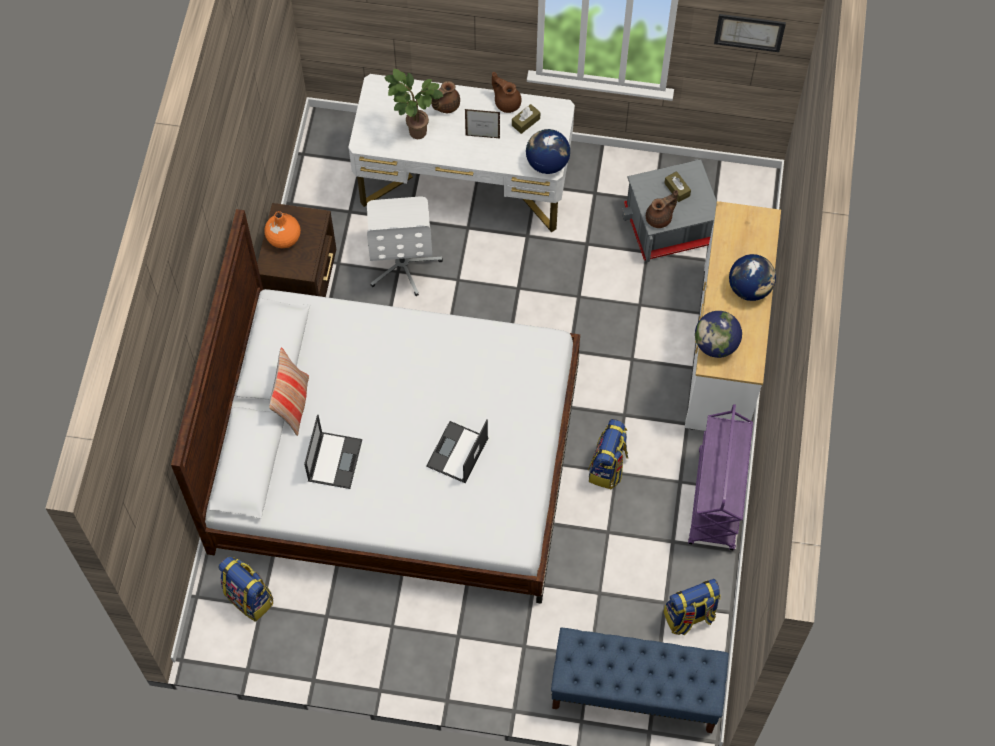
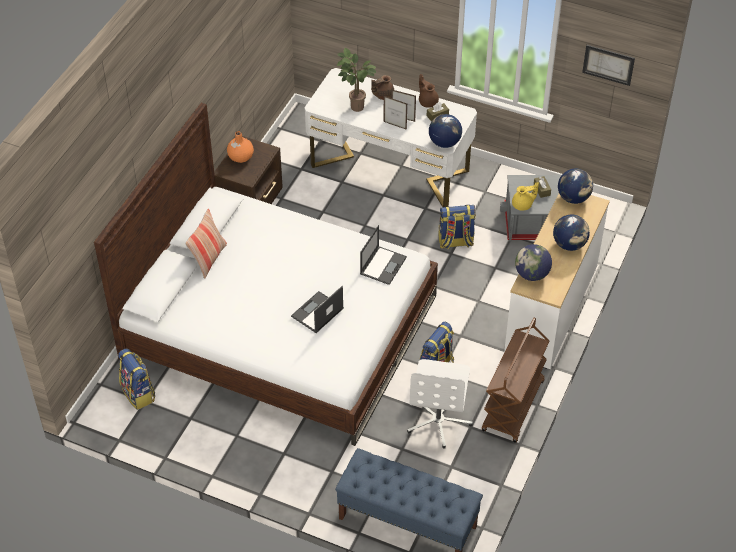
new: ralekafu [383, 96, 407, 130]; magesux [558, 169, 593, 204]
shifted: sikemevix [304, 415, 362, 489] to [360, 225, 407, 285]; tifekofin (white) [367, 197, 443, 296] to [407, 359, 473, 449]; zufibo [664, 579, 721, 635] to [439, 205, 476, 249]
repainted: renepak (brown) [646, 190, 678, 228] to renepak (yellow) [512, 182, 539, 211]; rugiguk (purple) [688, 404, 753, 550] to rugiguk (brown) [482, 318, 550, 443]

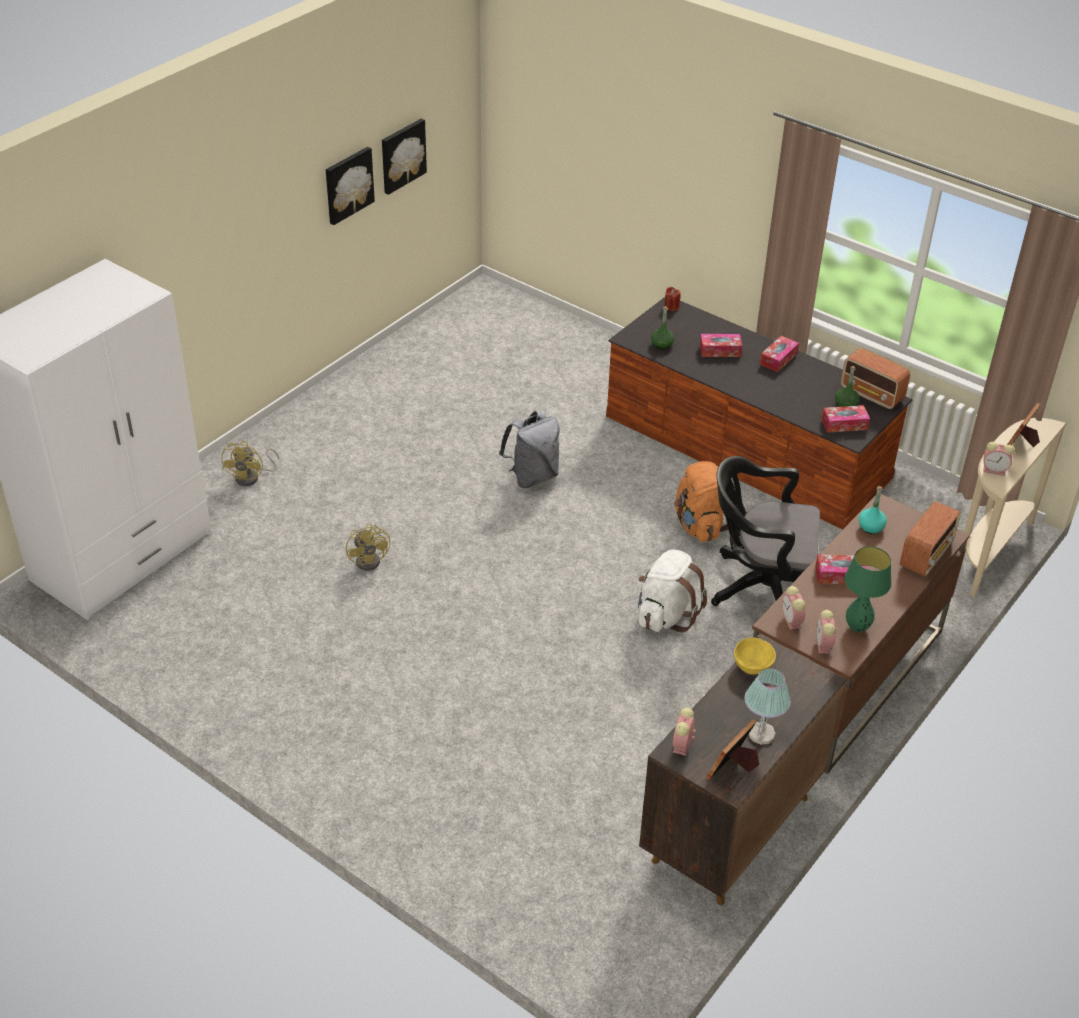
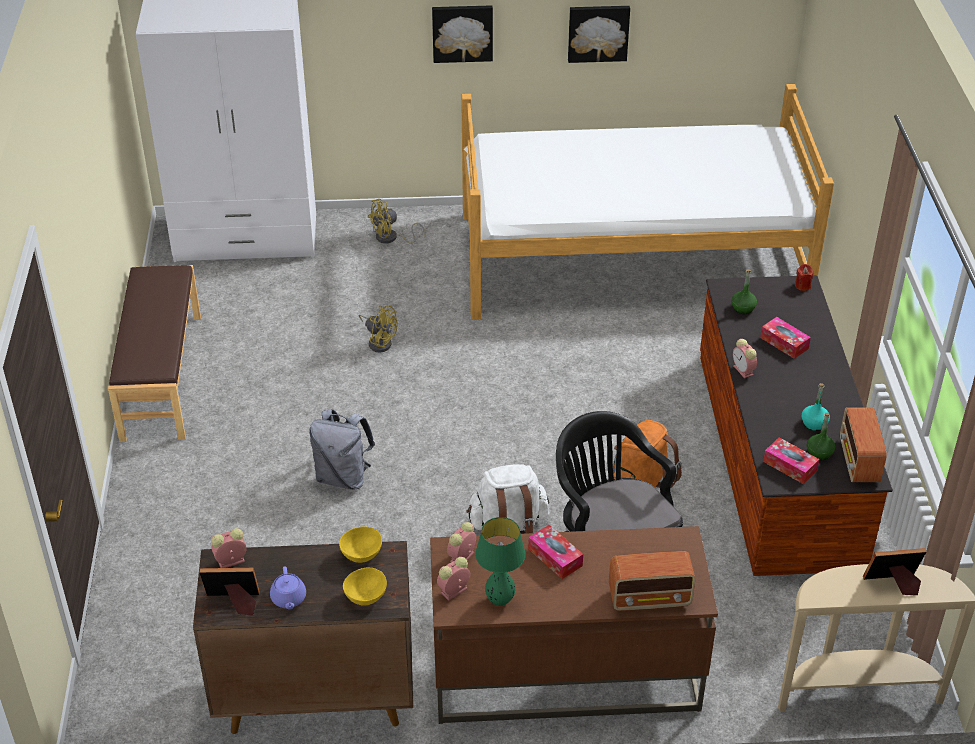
gone: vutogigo [760, 336, 799, 372]
new: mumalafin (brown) [108, 265, 201, 442]; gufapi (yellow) [343, 568, 387, 606]; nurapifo [461, 84, 834, 320]
shifted: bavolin [382, 119, 427, 195] to [432, 5, 493, 63]; zufibo (grey) [499, 411, 559, 488] to [309, 409, 375, 489]; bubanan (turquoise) [859, 486, 887, 534] to [802, 383, 830, 431]; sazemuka [983, 442, 1015, 476] to [733, 339, 757, 378]
swapped: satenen [745, 668, 791, 745] to renepak (purple) [270, 566, 306, 609]
rotated: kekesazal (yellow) [346, 523, 390, 571] = [358, 305, 398, 352] 90 degrees counterclockwise

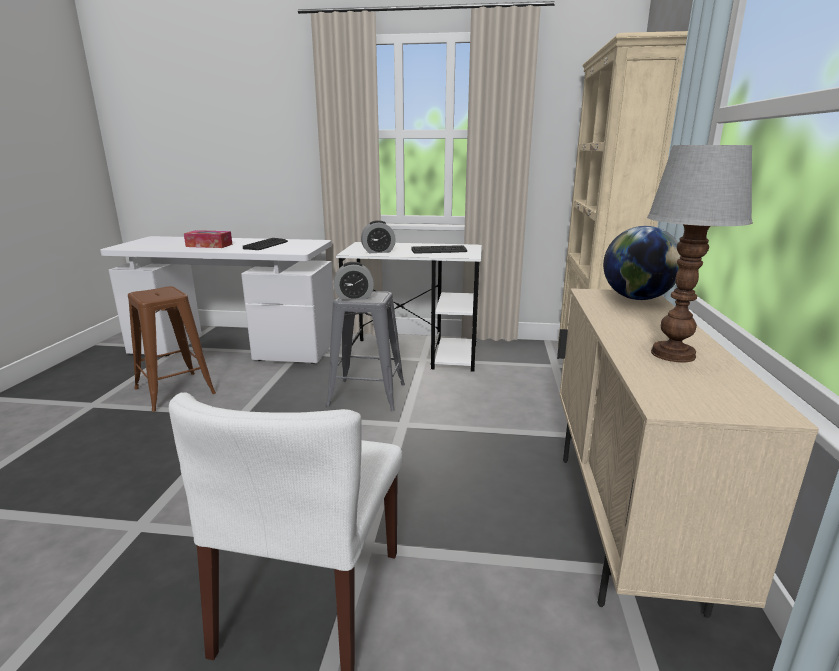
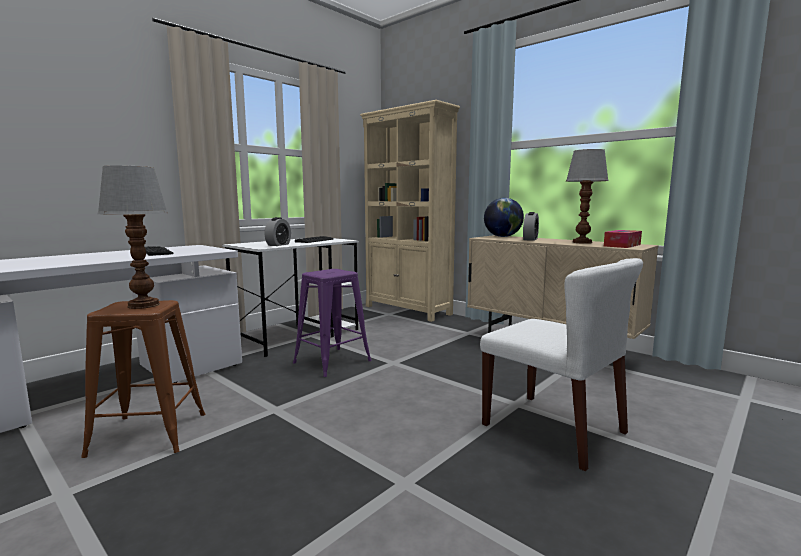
new: satenen [97, 165, 168, 309]
shifted: vutogigo [184, 230, 233, 248] to [604, 230, 642, 248]; sazemuka [334, 262, 374, 300] to [523, 212, 539, 241]
repainted: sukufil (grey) [326, 291, 405, 411] to sukufil (purple) [293, 269, 372, 377]

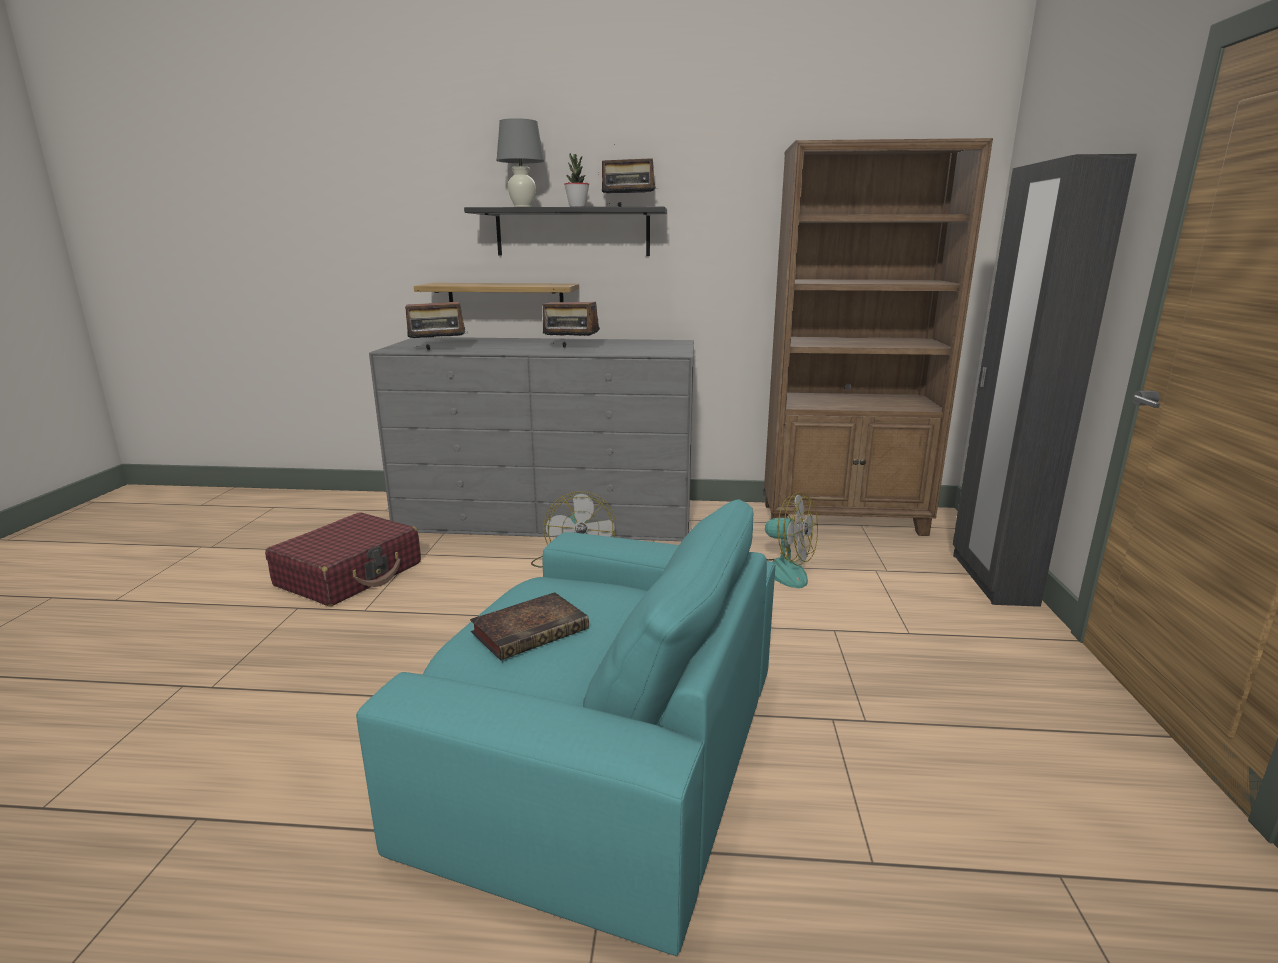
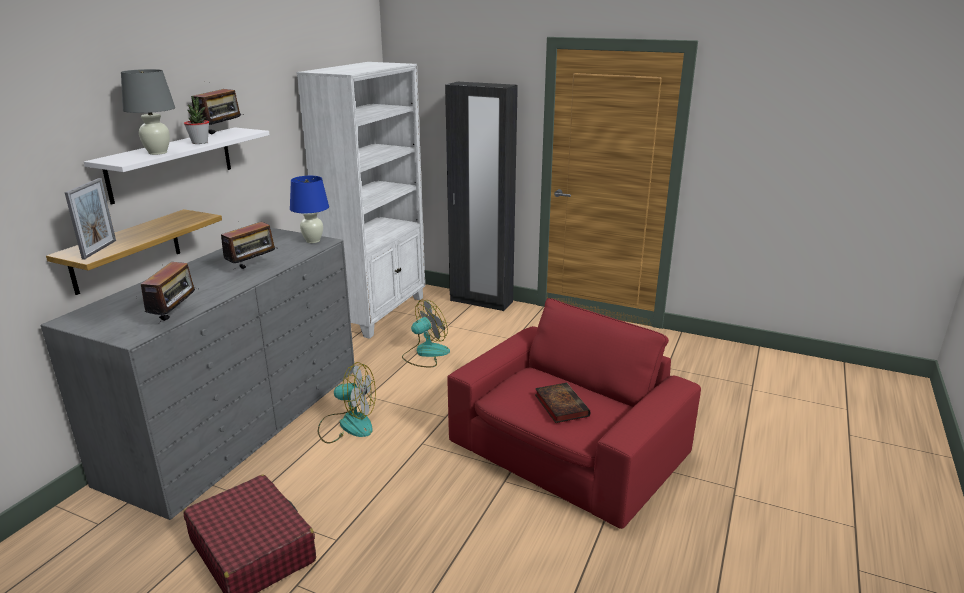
new: ralekafu [65, 178, 116, 259]; satenen (blue) [290, 176, 329, 243]
repainted: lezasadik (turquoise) [356, 499, 775, 956] to lezasadik (red) [447, 298, 701, 529]; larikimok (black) [464, 207, 667, 256] to larikimok (white) [84, 128, 270, 204]; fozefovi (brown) [764, 138, 993, 536] to fozefovi (white) [296, 62, 425, 339]

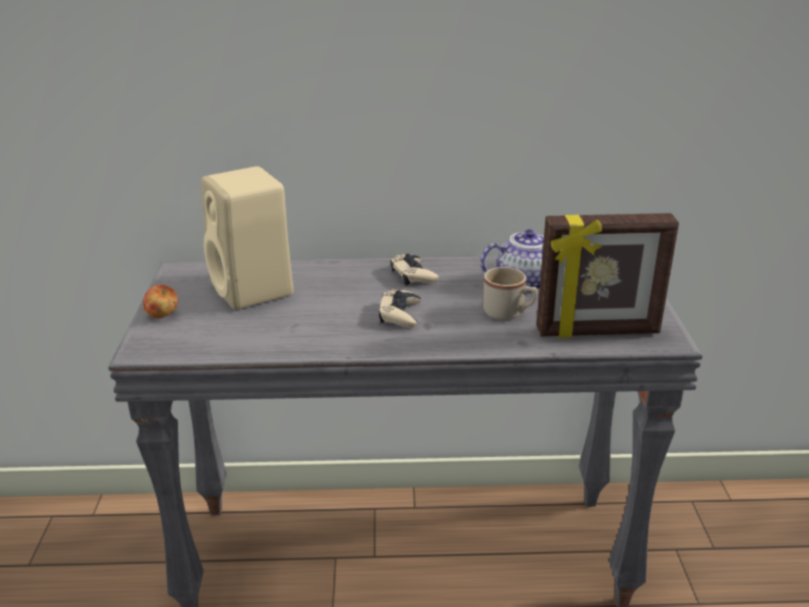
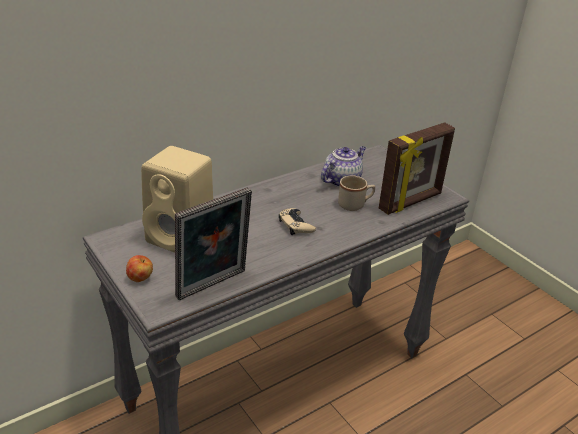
gone: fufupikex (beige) [391, 253, 439, 285]
new: ralekafu [175, 187, 252, 300]

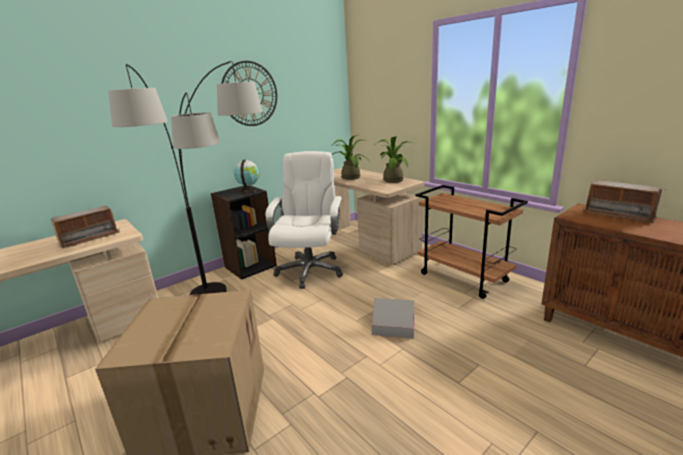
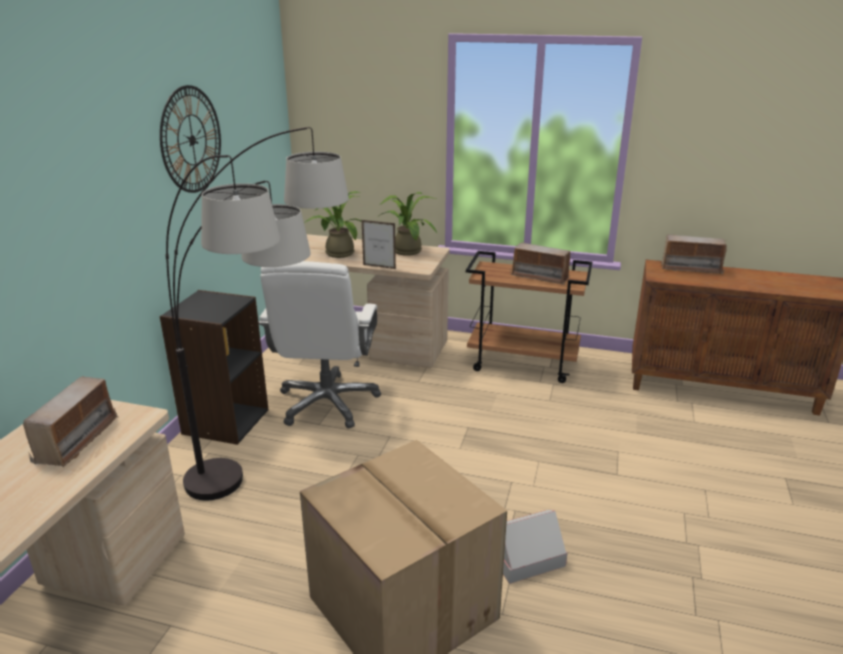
gone: magesux [234, 160, 260, 193]
new: ralekafu [362, 220, 396, 269]; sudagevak [510, 242, 573, 285]
shifted: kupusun [372, 298, 415, 339] to [503, 510, 567, 584]
rotated: tifekofin (white) [265, 151, 343, 289] = [258, 261, 381, 428] 150 degrees counterclockwise

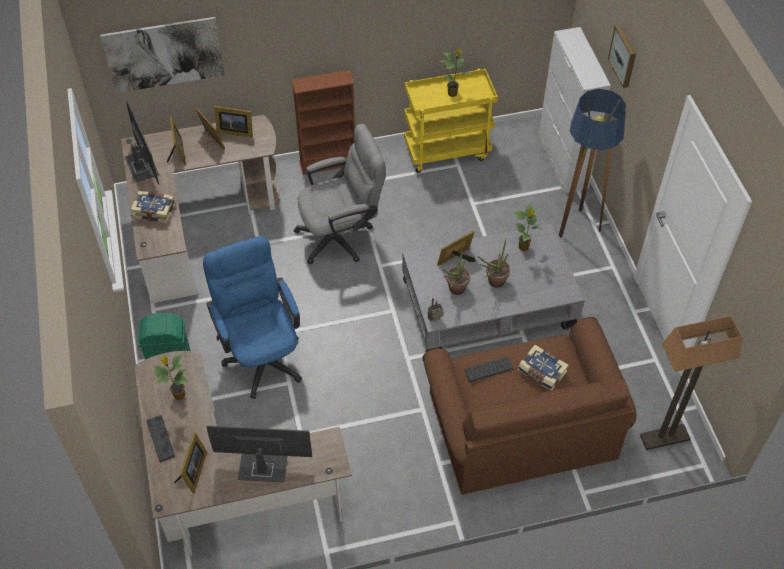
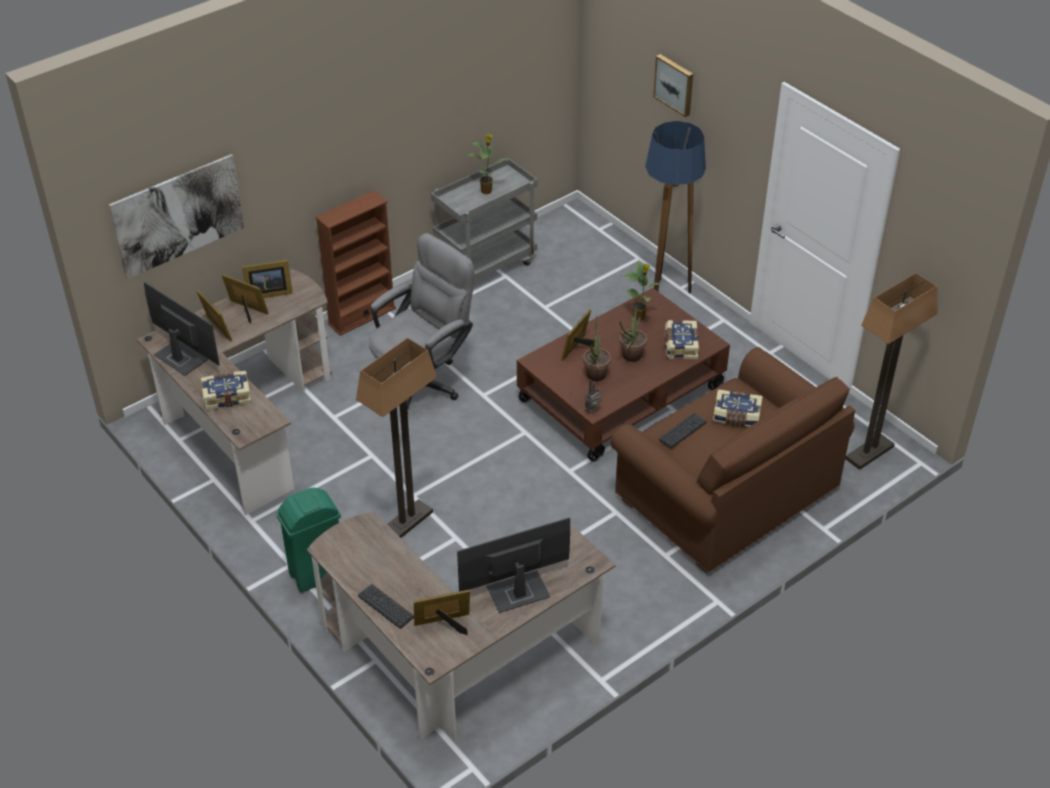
gone: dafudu [153, 354, 189, 400]; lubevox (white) [538, 27, 611, 194]
new: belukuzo [664, 320, 699, 359]
swapped: tifekofin (blue) [203, 236, 302, 399] to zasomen [356, 338, 437, 538]
repainted: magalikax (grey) [402, 223, 585, 352] to magalikax (brown) [517, 288, 730, 462]; rugiguk (yellow) [404, 68, 498, 173] to rugiguk (grey) [431, 158, 538, 281]
rotated: ralekafu [174, 432, 207, 493] = [414, 590, 470, 635] 90 degrees counterclockwise

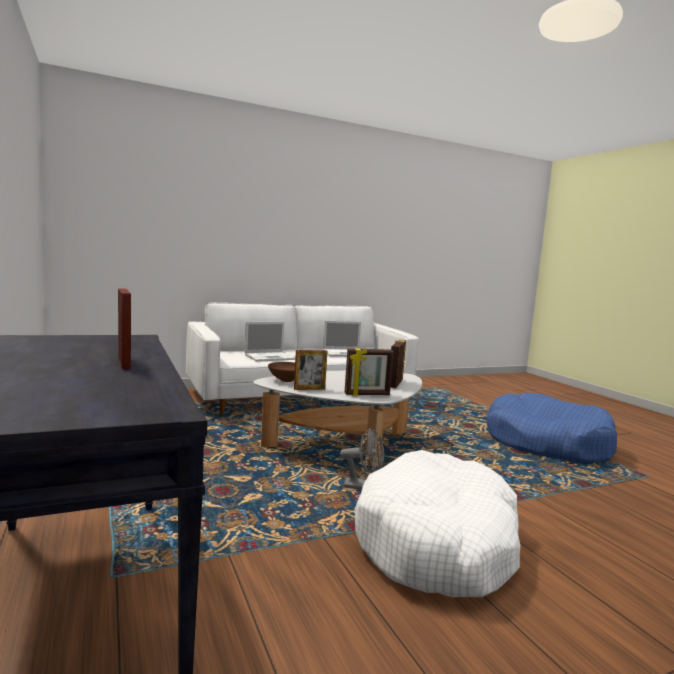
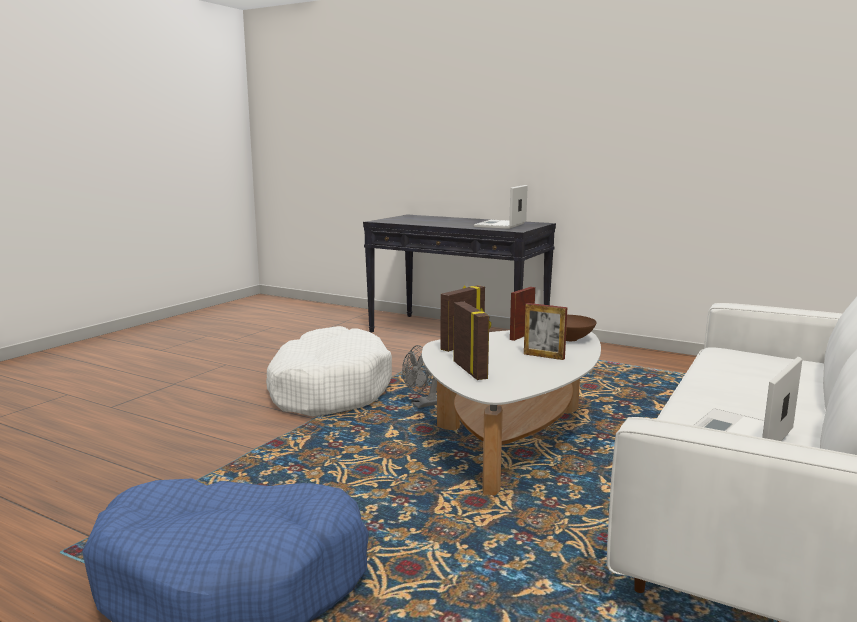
shifted: ralekafu [118, 288, 131, 369] to [524, 303, 567, 360]; sikemevix [244, 322, 295, 362] to [474, 185, 528, 229]

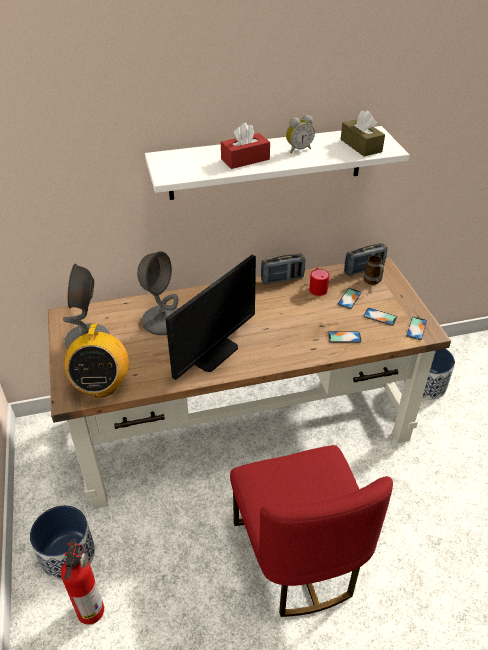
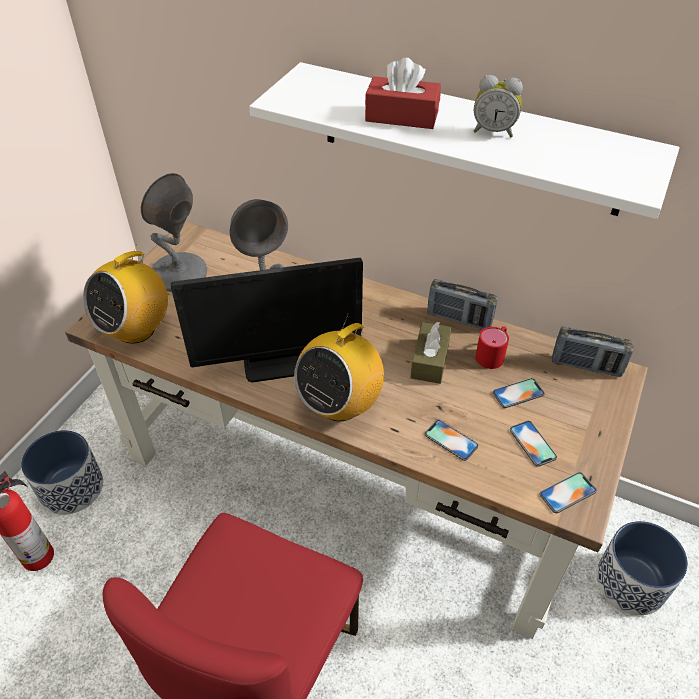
gone: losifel [364, 255, 384, 285]
new: sudagevak [294, 313, 384, 421]
shifted: vutogigo (brown) [341, 110, 385, 157] to [410, 322, 451, 384]

